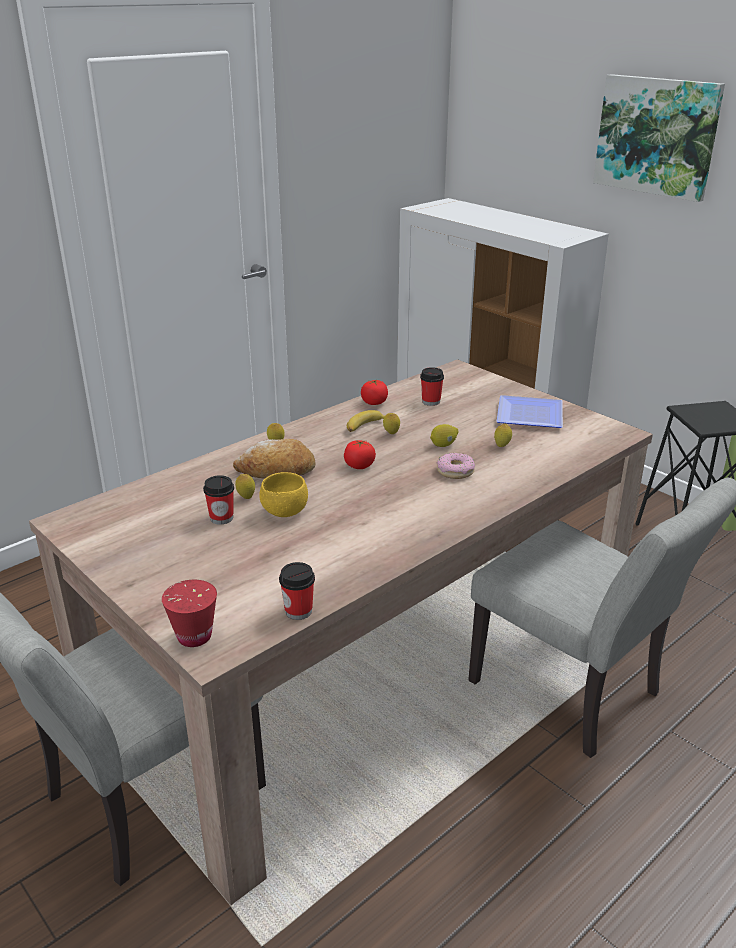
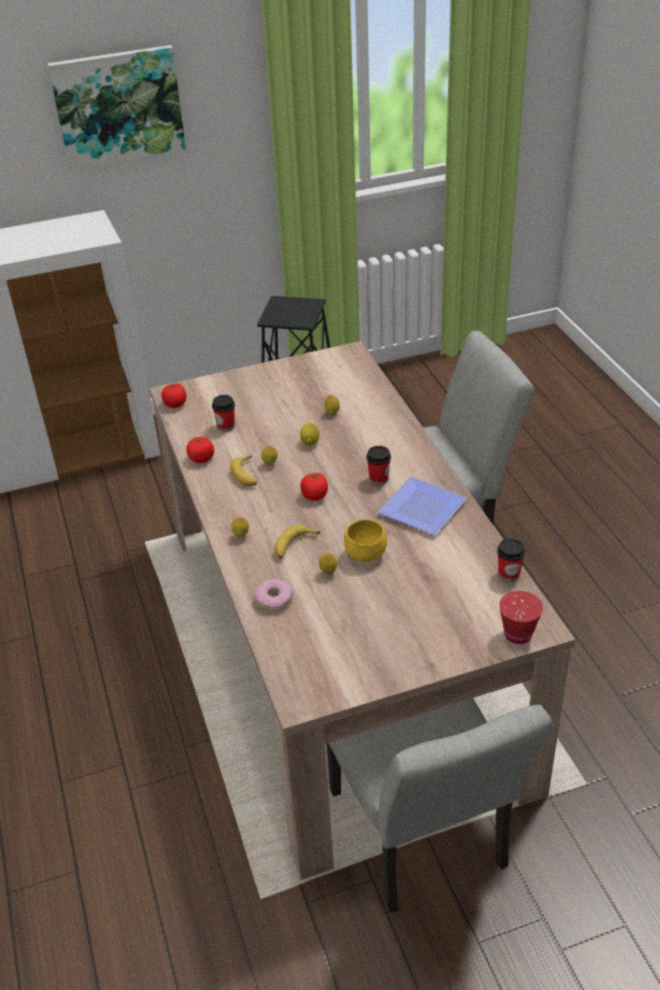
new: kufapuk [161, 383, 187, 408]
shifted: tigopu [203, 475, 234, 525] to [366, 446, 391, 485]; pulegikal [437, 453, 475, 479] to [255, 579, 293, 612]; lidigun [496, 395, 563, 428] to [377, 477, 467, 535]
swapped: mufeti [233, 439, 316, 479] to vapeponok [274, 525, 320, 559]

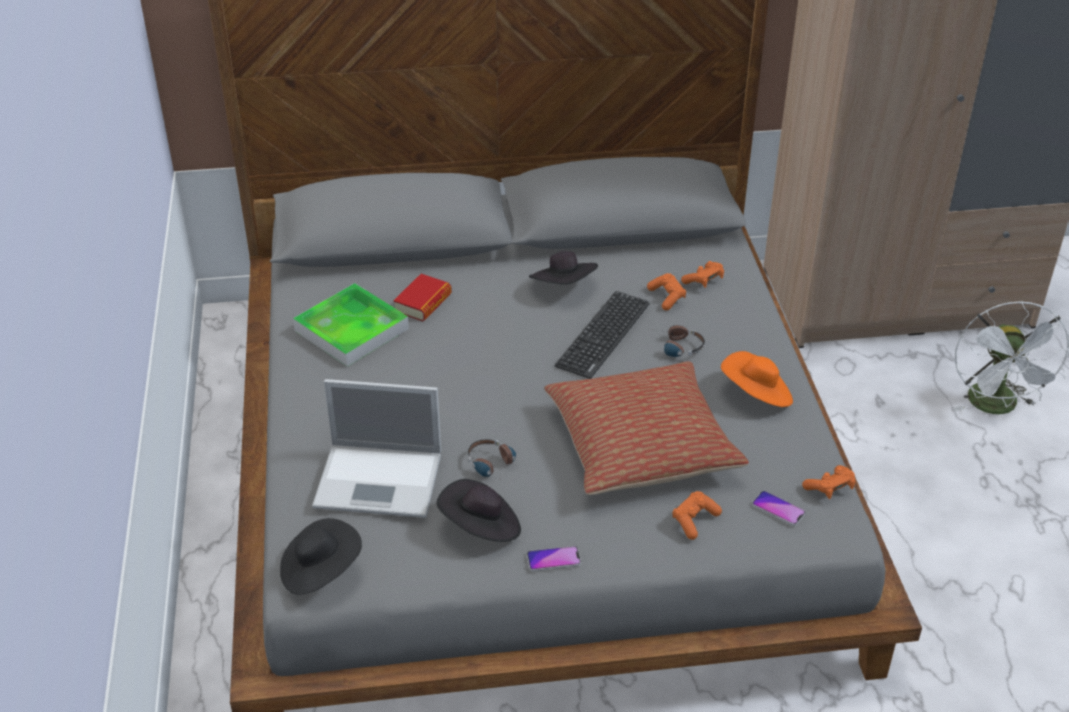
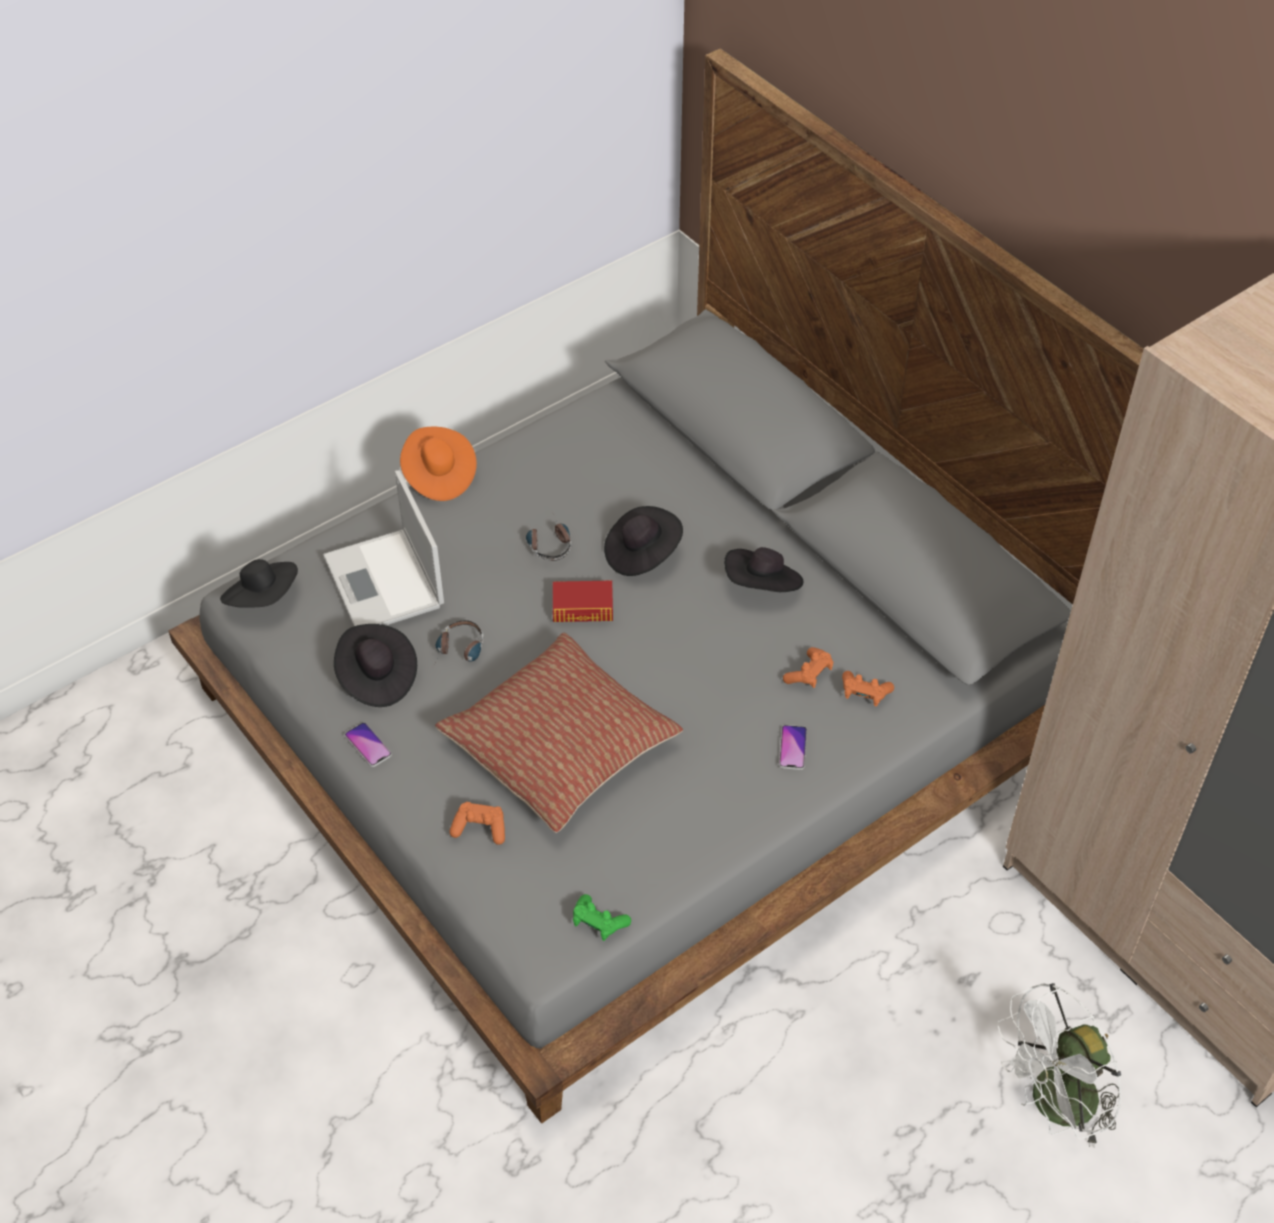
gone: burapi [293, 283, 409, 367]; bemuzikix [555, 291, 650, 379]
new: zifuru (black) [604, 506, 683, 576]
shifted: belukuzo [393, 274, 452, 321] to [553, 580, 613, 622]; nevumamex [650, 325, 705, 357] to [526, 513, 572, 561]; zifuru (orange) [721, 351, 793, 407] to [400, 427, 477, 501]; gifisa [752, 491, 806, 526] to [779, 725, 807, 770]
repainted: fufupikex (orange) [802, 465, 856, 499] to fufupikex (green) [573, 894, 631, 941]

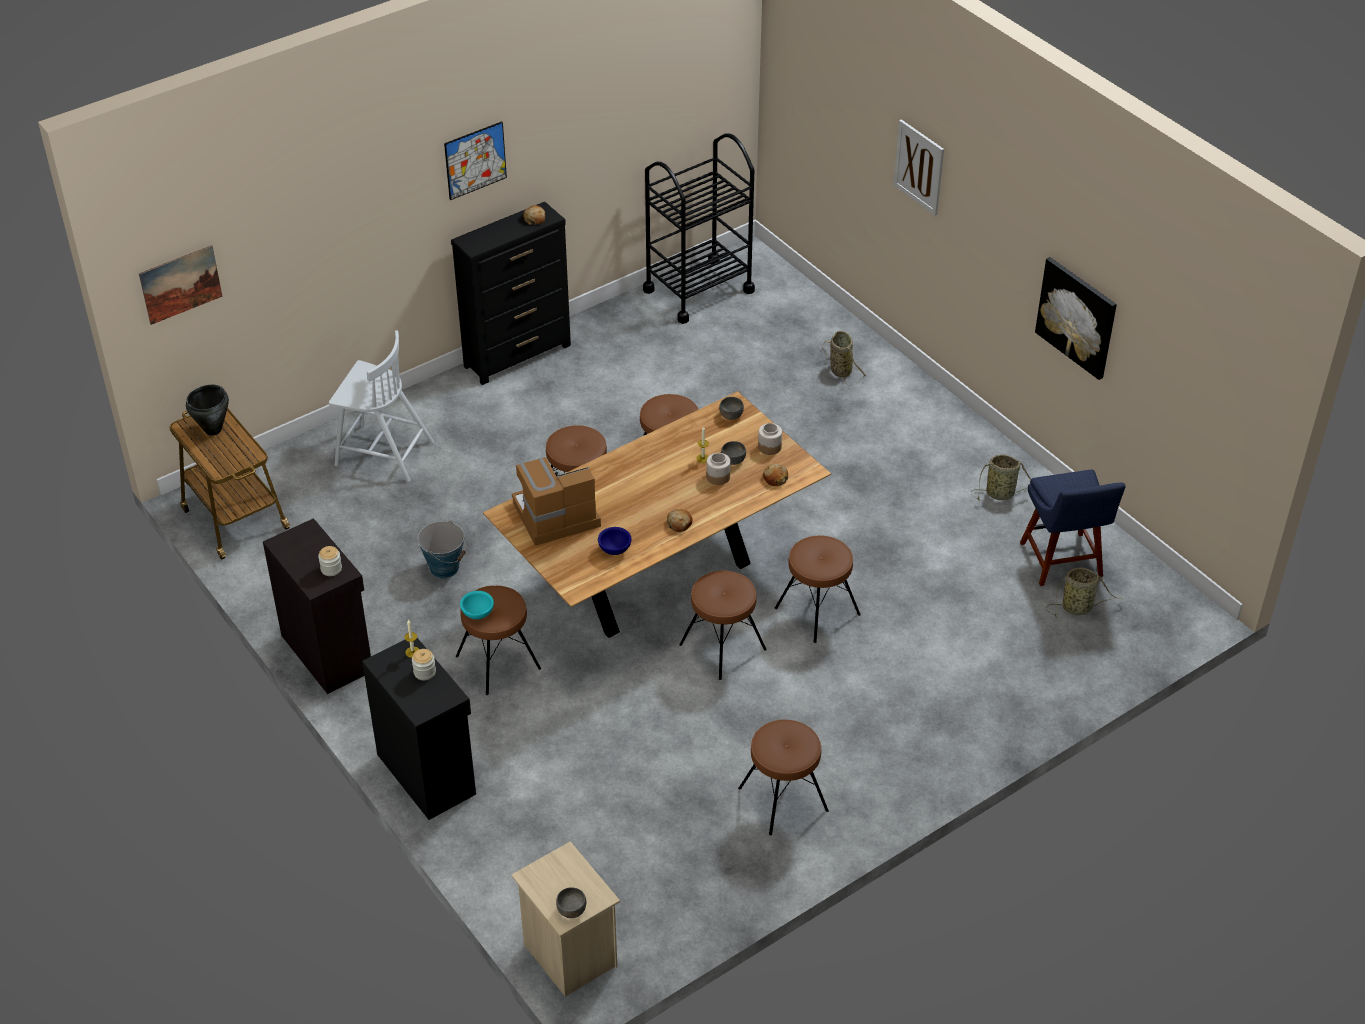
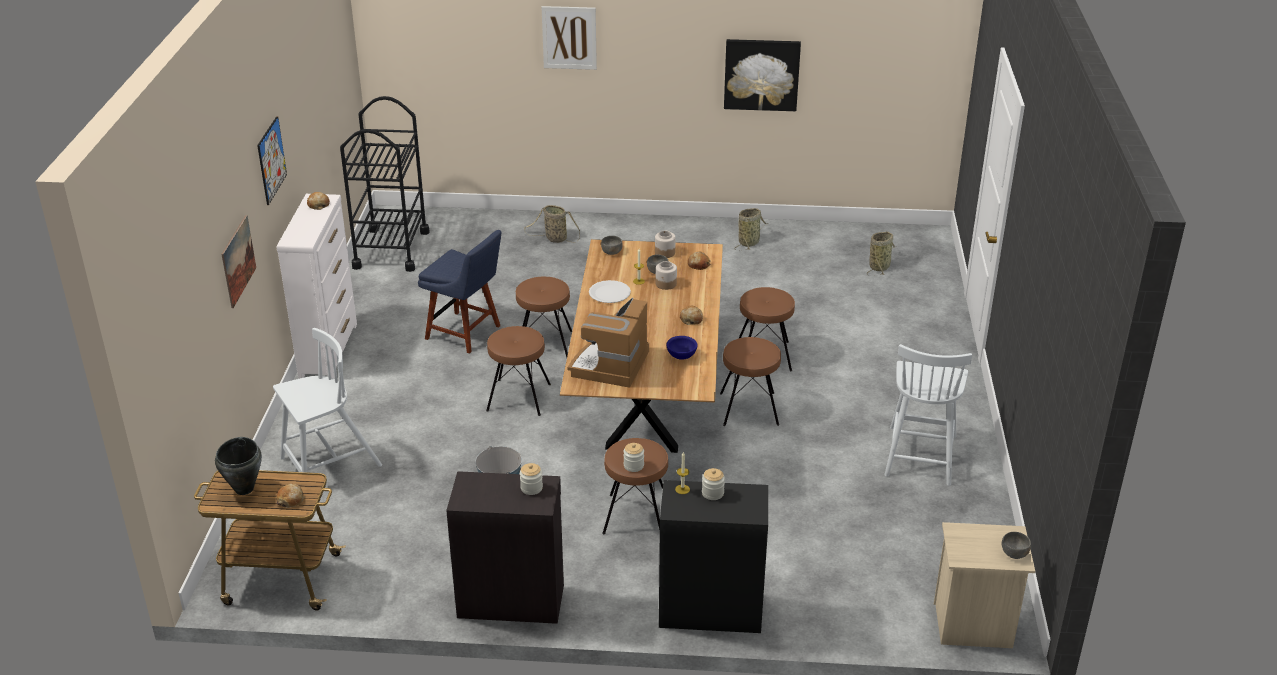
new: mufeti [276, 483, 305, 508]; lidigun (white) [589, 280, 631, 303]
shifted: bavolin [139, 245, 223, 325] to [221, 215, 256, 308]; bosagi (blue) [1020, 470, 1126, 586] to [418, 230, 501, 354]
swapped: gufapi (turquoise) [460, 591, 494, 619] to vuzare [624, 443, 644, 472]; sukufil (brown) [738, 720, 829, 835] to bosagi (white) [884, 344, 972, 486]
repainted: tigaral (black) [451, 202, 571, 385] to tigaral (white) [276, 194, 357, 379]

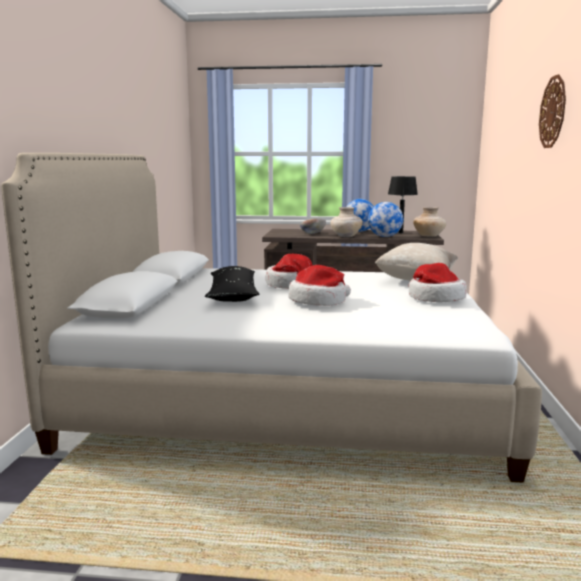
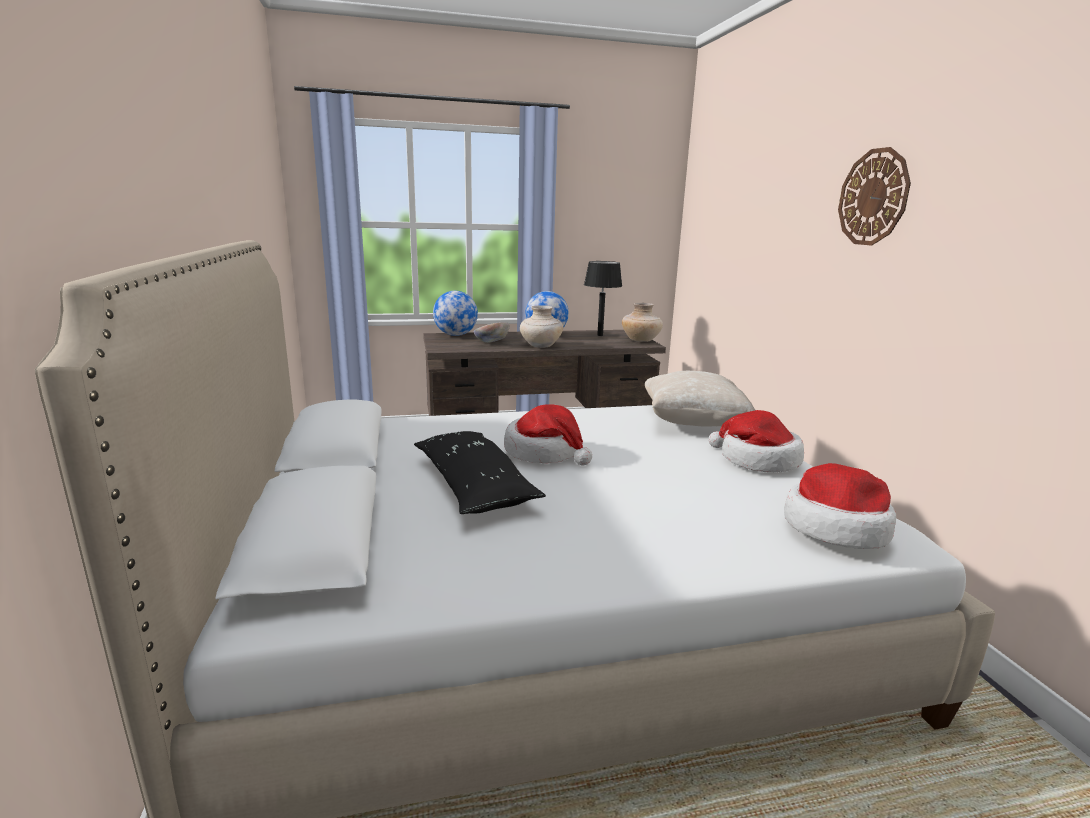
shifted: zifuru [288, 265, 351, 306] to [784, 463, 896, 549]; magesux [368, 202, 403, 237] to [433, 291, 478, 336]

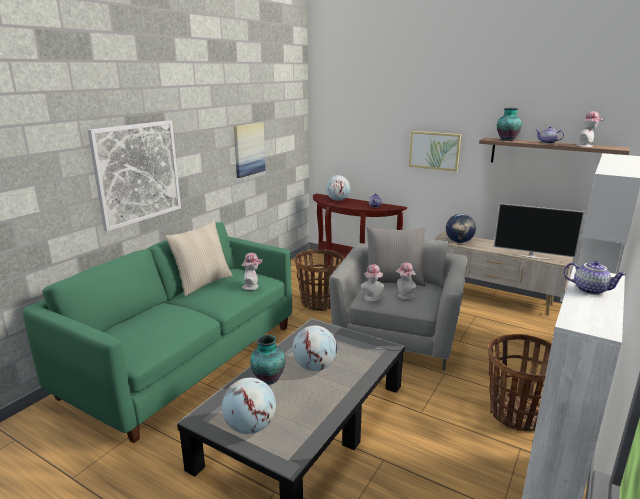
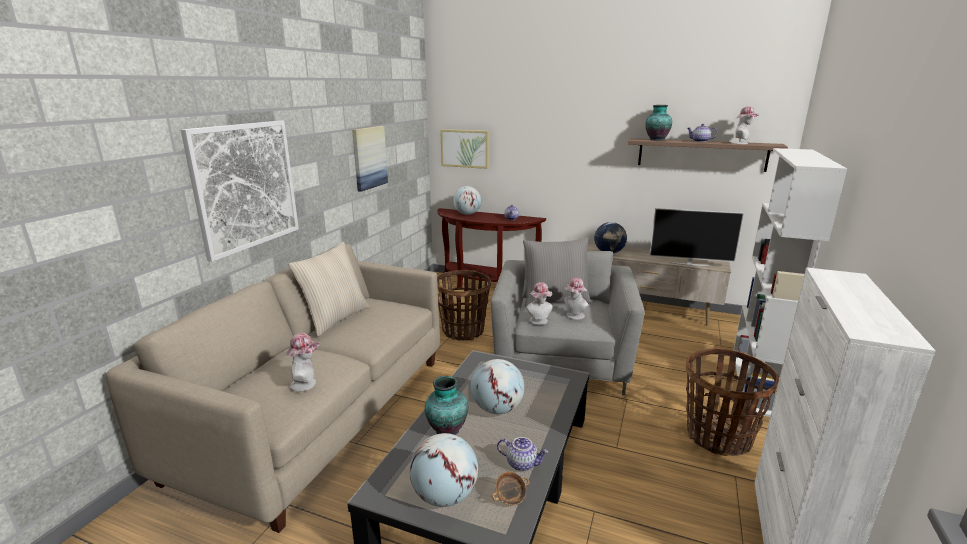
new: gufapi [491, 472, 529, 505]
shifted: zifuru [242, 253, 263, 290] to [286, 333, 320, 392]; bavolin [409, 131, 461, 172] to [440, 129, 489, 169]; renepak [564, 261, 627, 295] to [497, 437, 548, 471]
repainted: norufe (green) [23, 222, 292, 443] to norufe (beige) [106, 244, 440, 533]

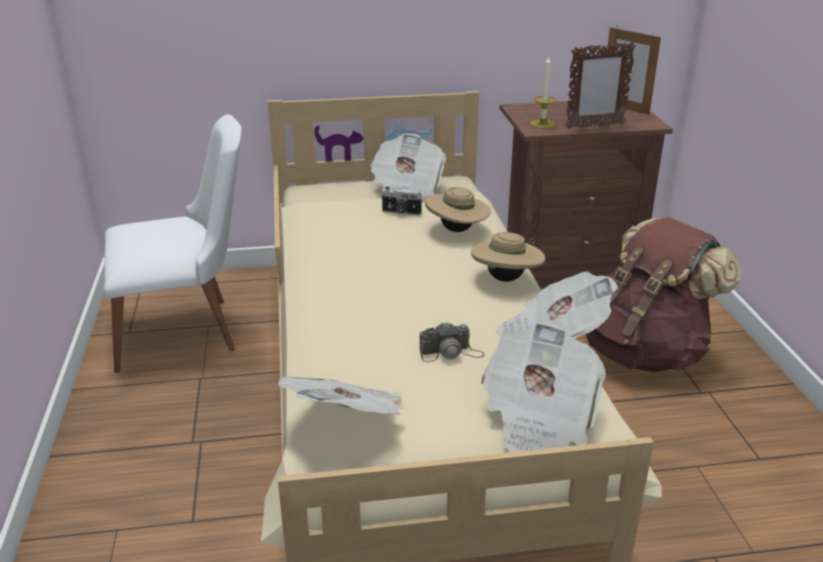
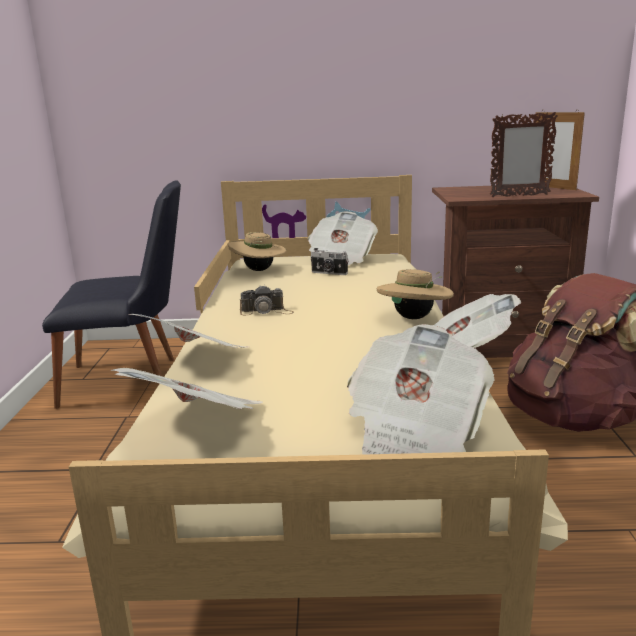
gone: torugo [530, 55, 556, 128]
new: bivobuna [128, 314, 249, 348]
shifted: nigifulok [419, 322, 485, 362] to [240, 286, 294, 315]; zifuru (beige) [425, 187, 491, 232] to [228, 232, 287, 271]
repainted: bosagi (white) [104, 115, 242, 373] to bosagi (black) [42, 180, 181, 409]

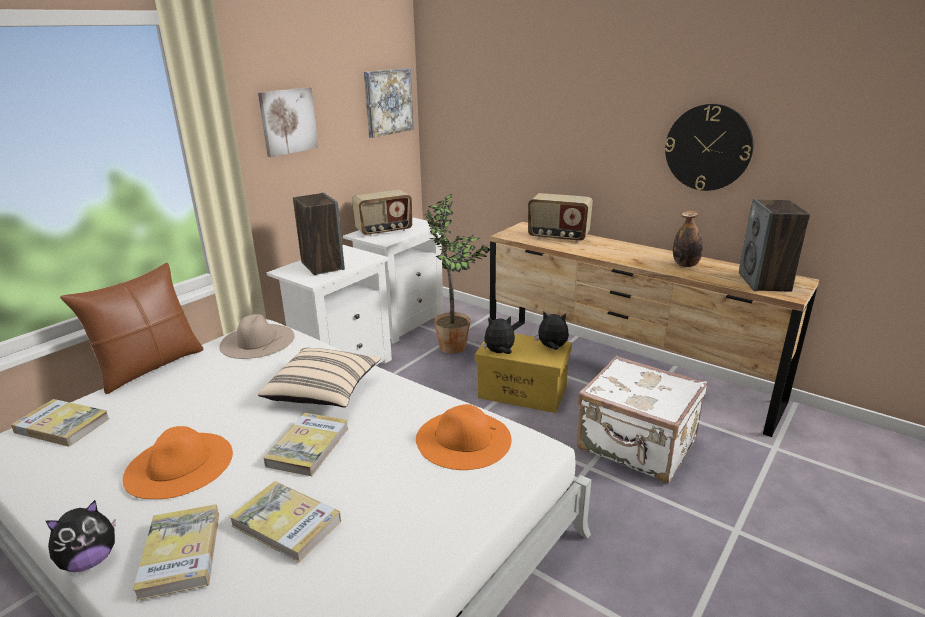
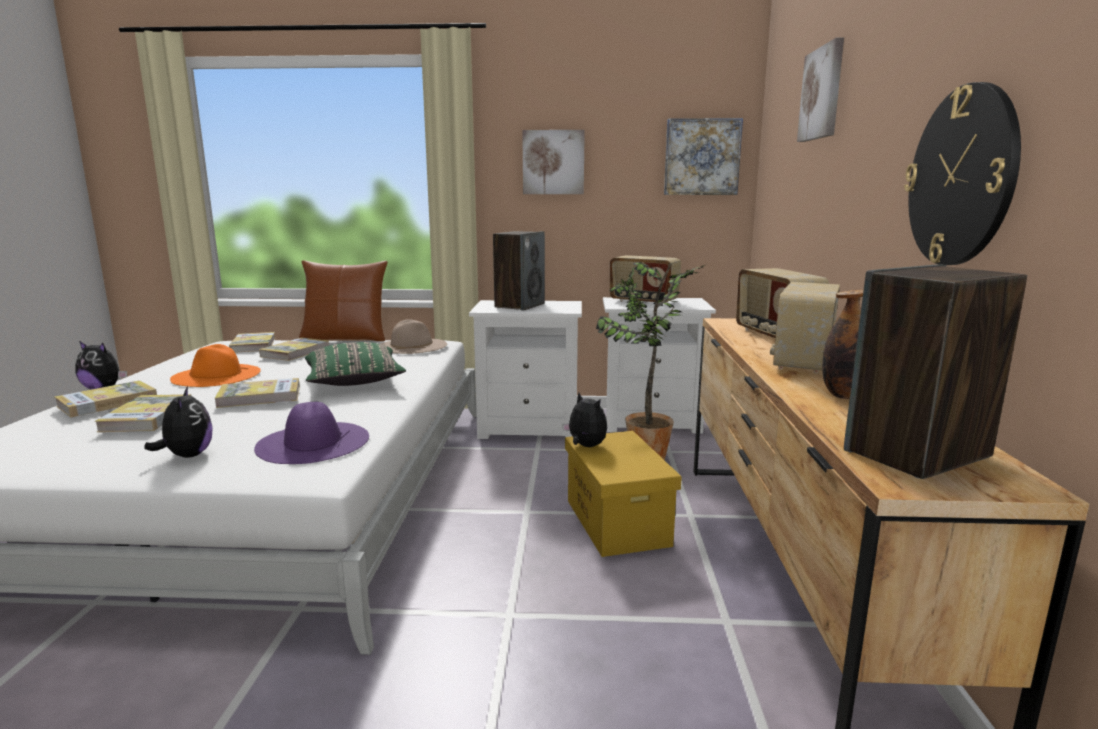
gone: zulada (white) [577, 356, 707, 483]
new: belukuzo [259, 338, 329, 361]; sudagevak [770, 282, 840, 373]; bavolin [797, 38, 844, 142]
shifted: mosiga [534, 311, 569, 350] to [144, 386, 212, 458]
repainted: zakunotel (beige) [258, 348, 381, 407] to zakunotel (green) [305, 342, 406, 386]; zifuru (orange) [416, 404, 512, 470] to zifuru (purple) [254, 402, 369, 464]

